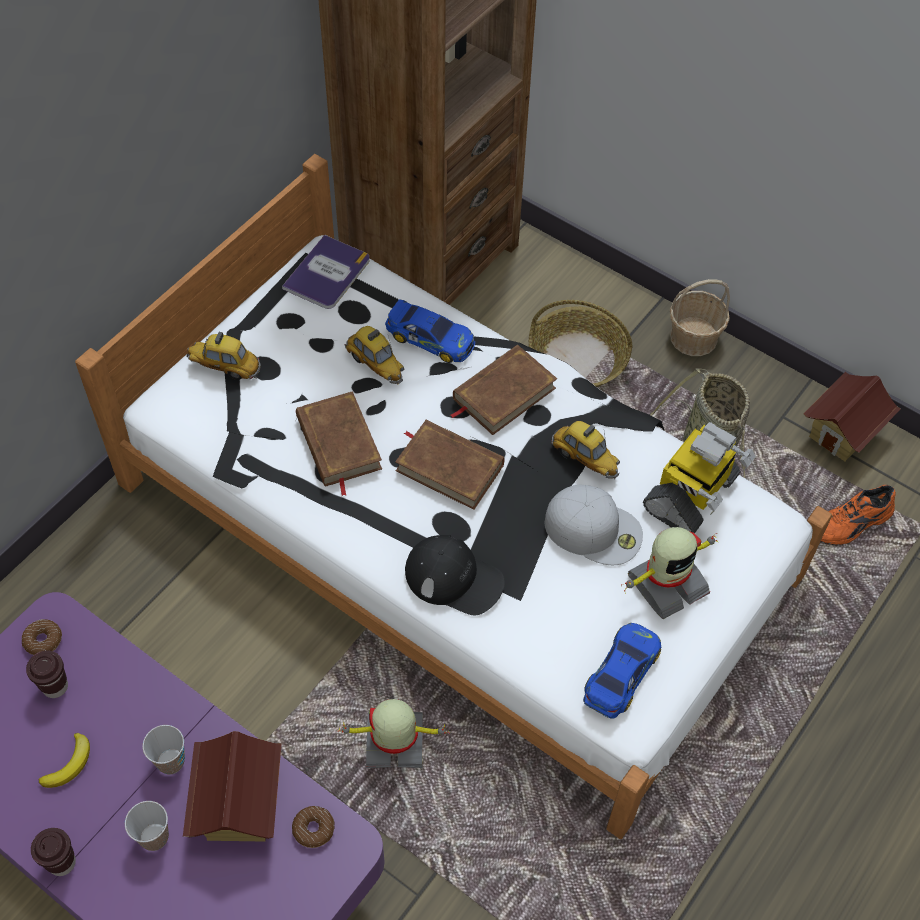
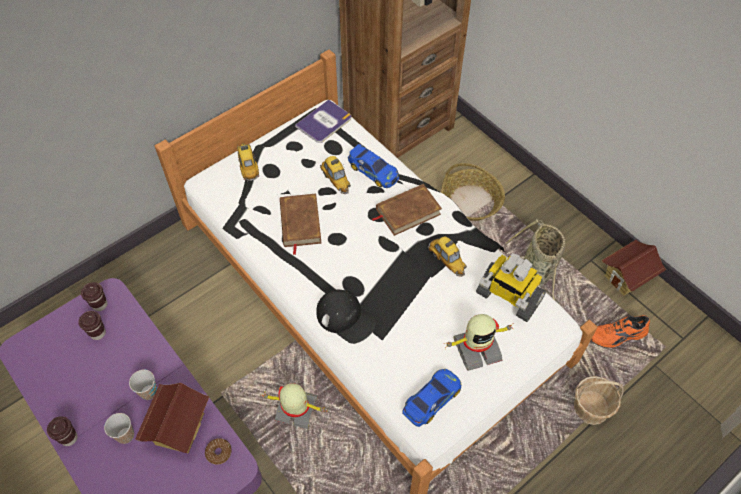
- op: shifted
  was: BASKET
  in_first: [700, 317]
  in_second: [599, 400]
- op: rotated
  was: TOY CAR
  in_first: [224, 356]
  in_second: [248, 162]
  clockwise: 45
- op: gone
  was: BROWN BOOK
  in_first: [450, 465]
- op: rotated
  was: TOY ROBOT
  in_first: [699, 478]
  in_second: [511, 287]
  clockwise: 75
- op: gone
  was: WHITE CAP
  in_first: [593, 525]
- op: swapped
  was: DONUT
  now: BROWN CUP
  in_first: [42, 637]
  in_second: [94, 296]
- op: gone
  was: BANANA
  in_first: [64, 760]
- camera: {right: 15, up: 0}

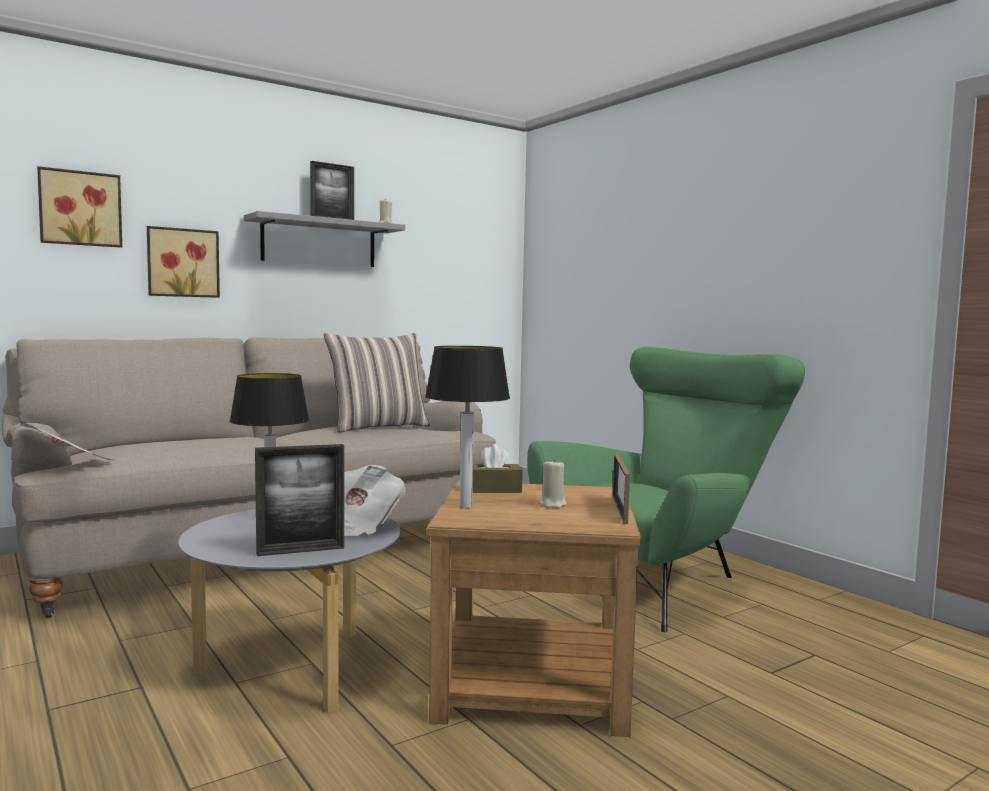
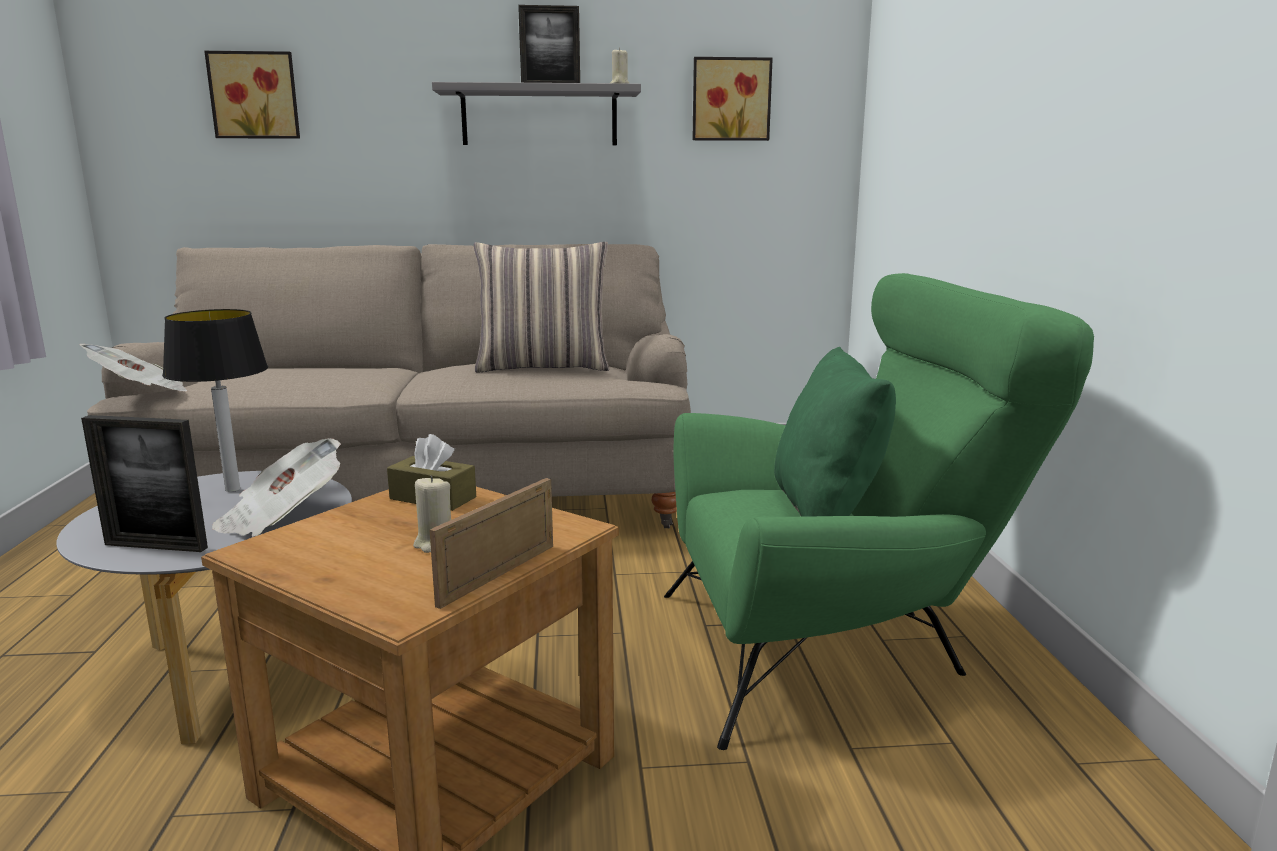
- op: shifted
  was: PICTURE
  in_first: [183, 262]
  in_second: [732, 99]
- op: gone
  was: TABLE LAMP
  in_first: [467, 427]
- op: new
  now: GREEN PILLOW
  in_second: [835, 432]
- camera: {right: 30, up: 10}

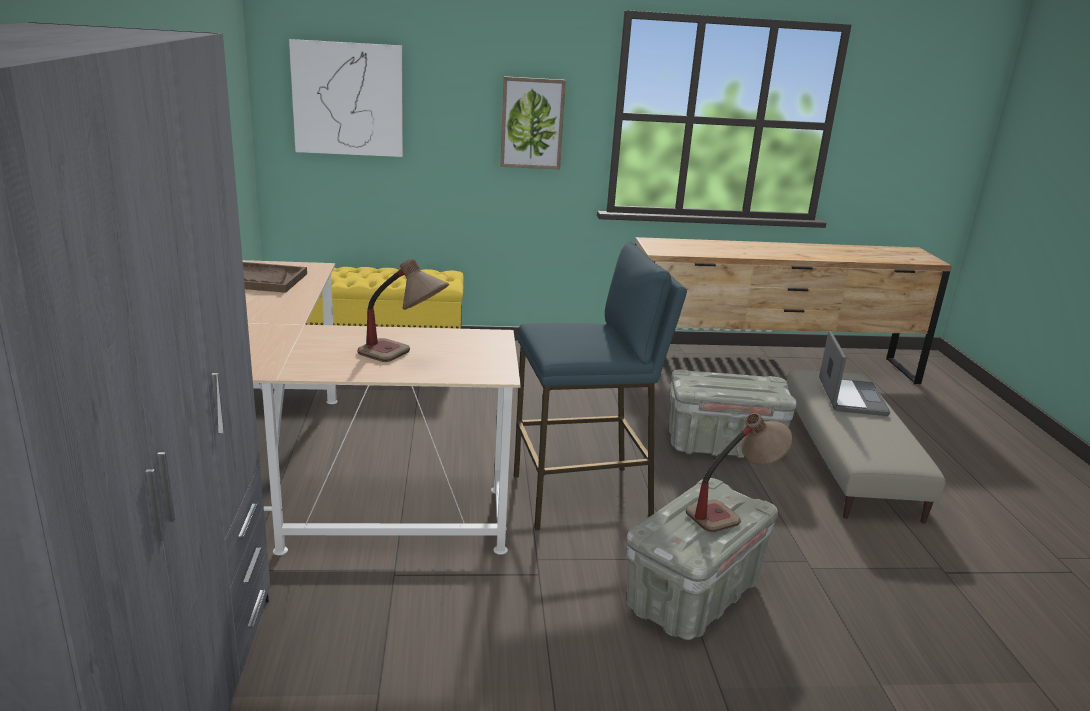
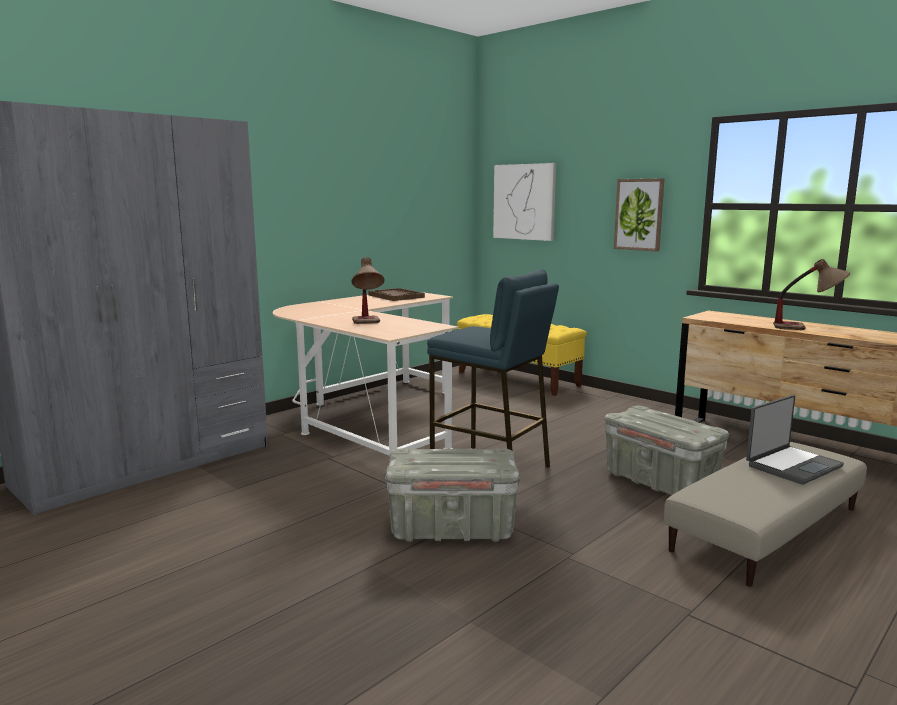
- op: shifted
  was: TABLE LAMP
  in_first: [739, 472]
  in_second: [812, 294]
- camera: {right: 50, up: -10}

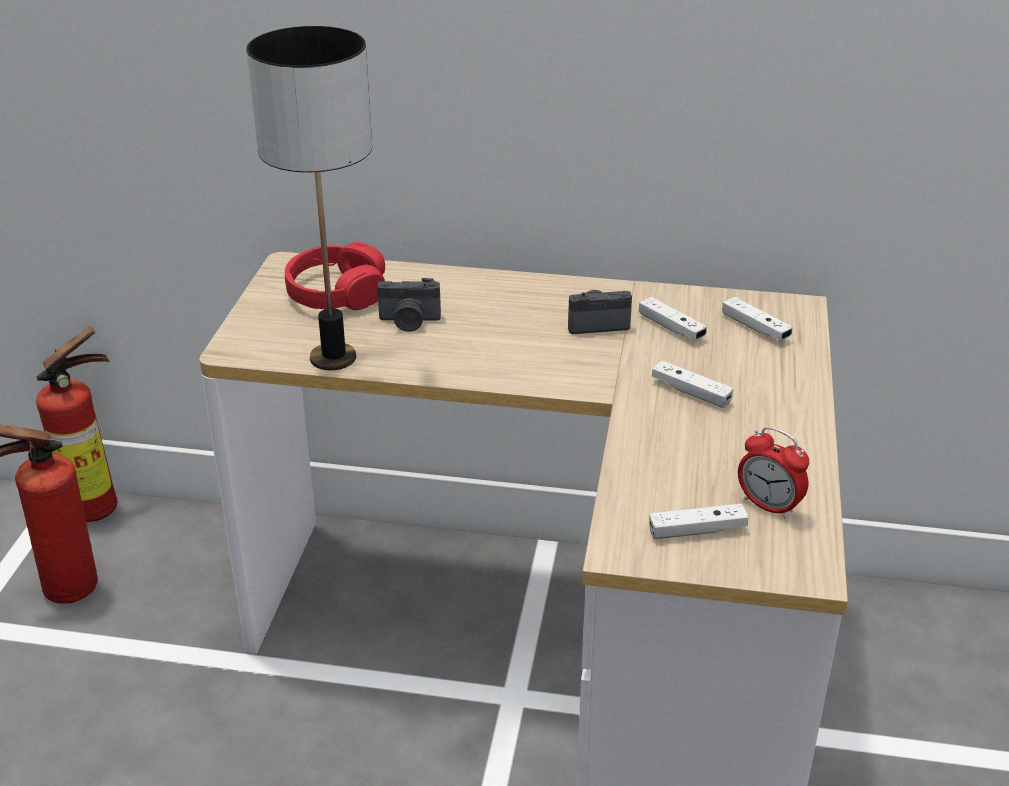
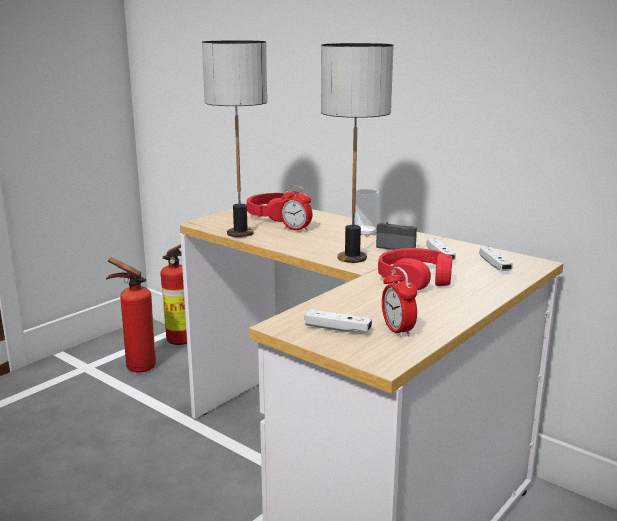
- op: swapped
  was: PHOTO CAMERA
  now: ALARM CLOCK
  in_first: [409, 305]
  in_second: [296, 208]
- op: swapped
  was: WHITE GAME CONTROLLER
  now: RED HEADPHONES
  in_first: [693, 384]
  in_second: [415, 269]
- op: new
  now: TABLE LAMP
  in_second: [357, 153]
- op: new
  now: CUP
  in_second: [366, 213]
- camera: {right: 30, up: -15}

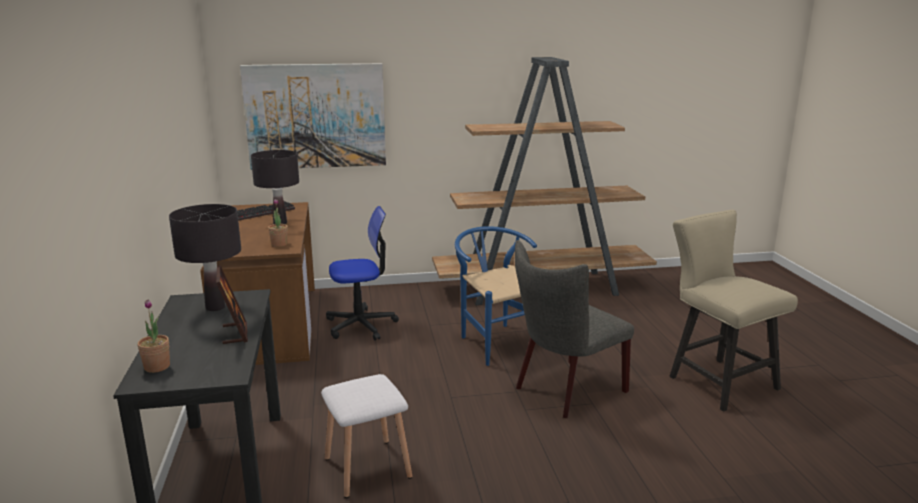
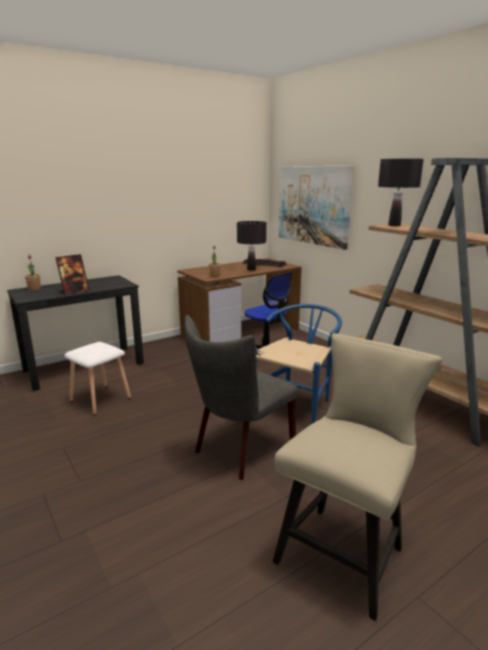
- op: shifted
  was: BLACK TABLE LAMP
  in_first: [205, 257]
  in_second: [401, 192]
- op: rotated
  was: GREY CHAIR
  in_first: [574, 329]
  in_second: [241, 397]
  clockwise: -75
- camera: {right: 65, up: 0}

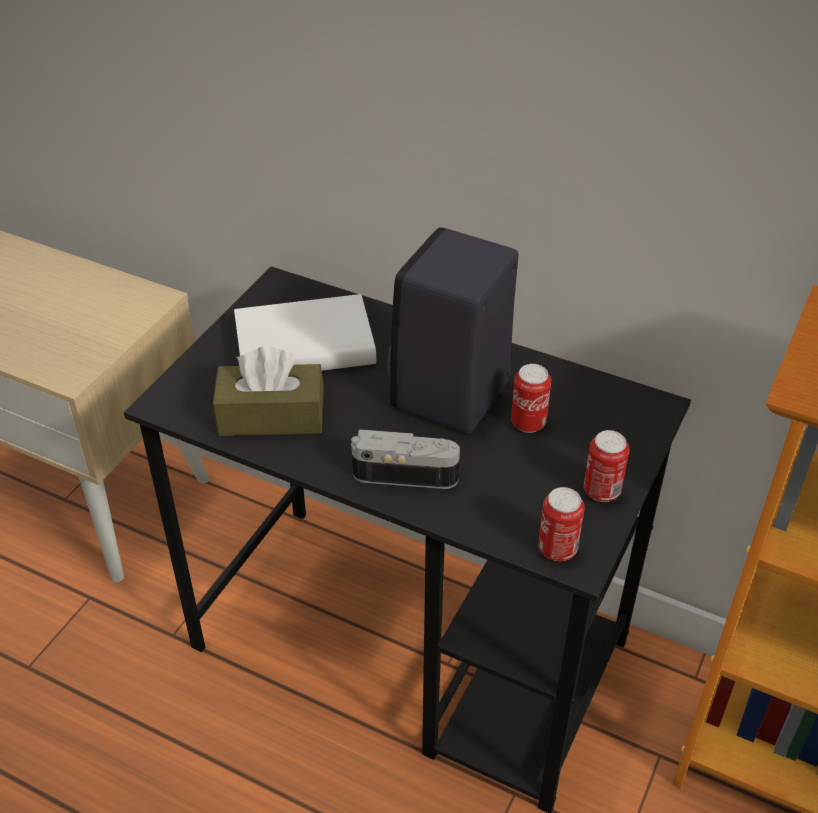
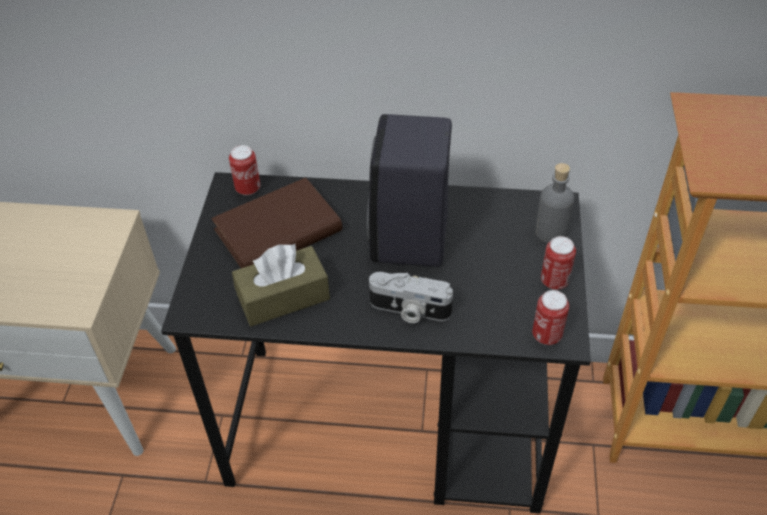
- op: repainted
  was: WHITE BOOK
  now: BROWN BOOK
  in_first: [305, 332]
  in_second: [277, 223]
- op: shifted
  was: CAN
  in_first: [531, 398]
  in_second: [245, 170]
- op: rotated
  was: PHOTO CAMERA
  in_first: [405, 459]
  in_second: [411, 297]
  clockwise: -150
- op: new
  now: GREY BOTTLE
  in_second: [554, 203]
- camera: {right: -20, up: 5}

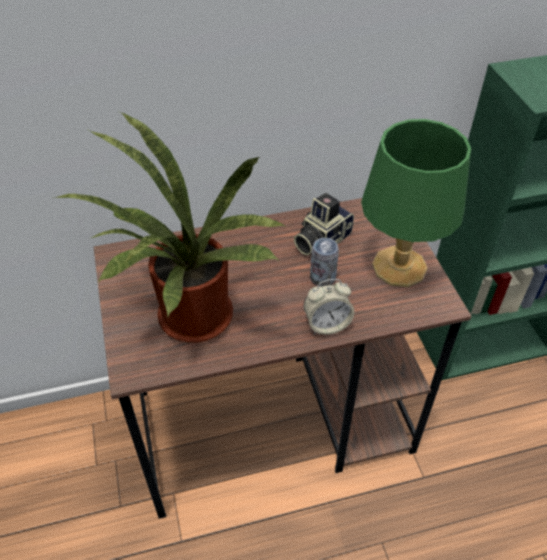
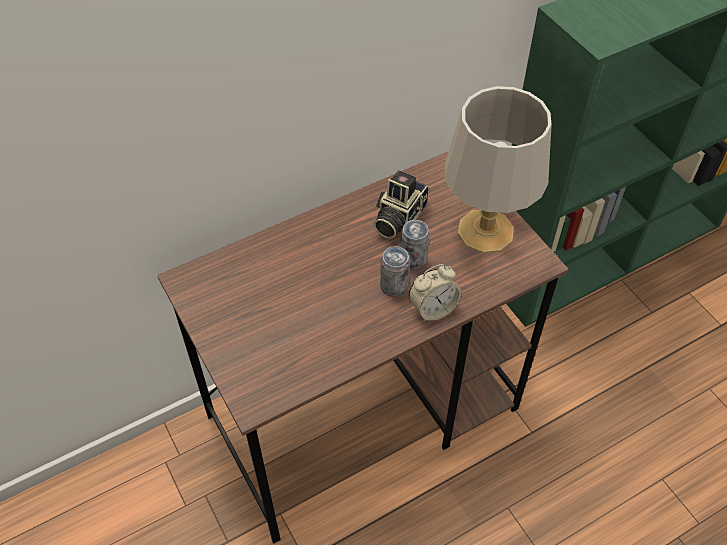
- op: gone
  was: POTTED PLANT
  in_first: [169, 227]
- op: repainted
  was: GREEN TABLE LAMP
  now: GREY TABLE LAMP
  in_first: [416, 203]
  in_second: [498, 170]
- op: new
  now: CAN
  in_second: [395, 271]
- camera: {right: -15, up: 5}

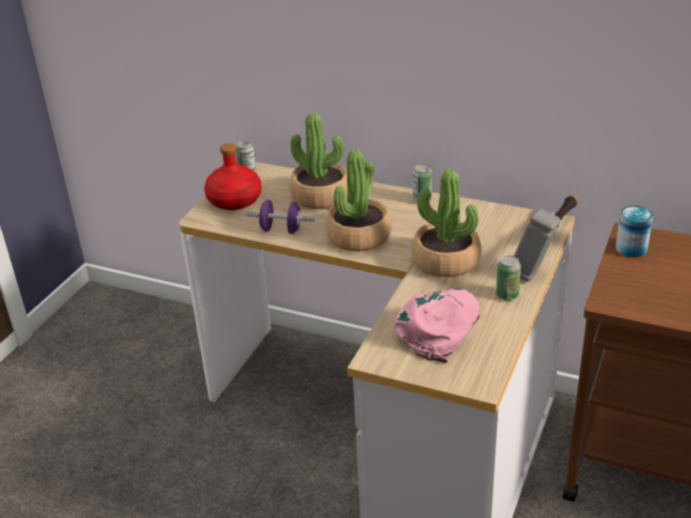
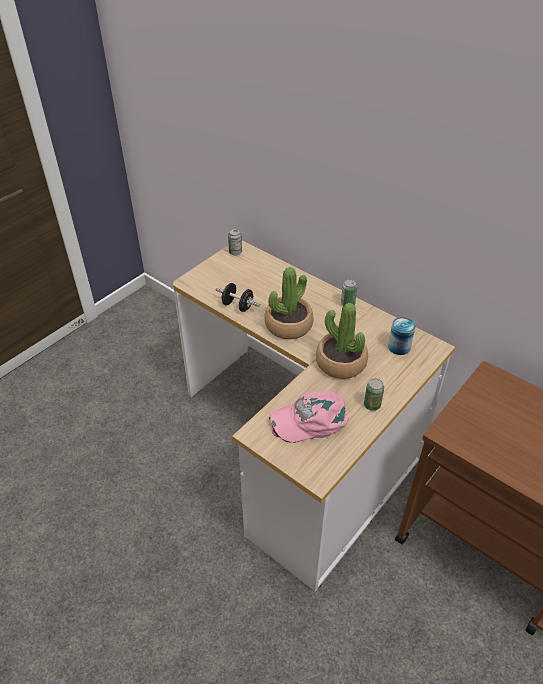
- op: gone
  was: POTTED PLANT
  in_first: [318, 160]
- op: gone
  was: RED BOTTLE
  in_first: [233, 176]
- op: gone
  was: HAMMER
  in_first: [546, 238]
- op: repainted
  was: PURPLE DUMBBELL
  now: BLACK DUMBBELL
  in_first: [280, 217]
  in_second: [238, 297]
- op: shifted
  was: CAN
  in_first: [634, 232]
  in_second: [402, 336]
- op: rotated
  was: PINK CAP
  in_first: [437, 326]
  in_second: [309, 416]
  clockwise: -150
- camera: {right: 15, up: 10}

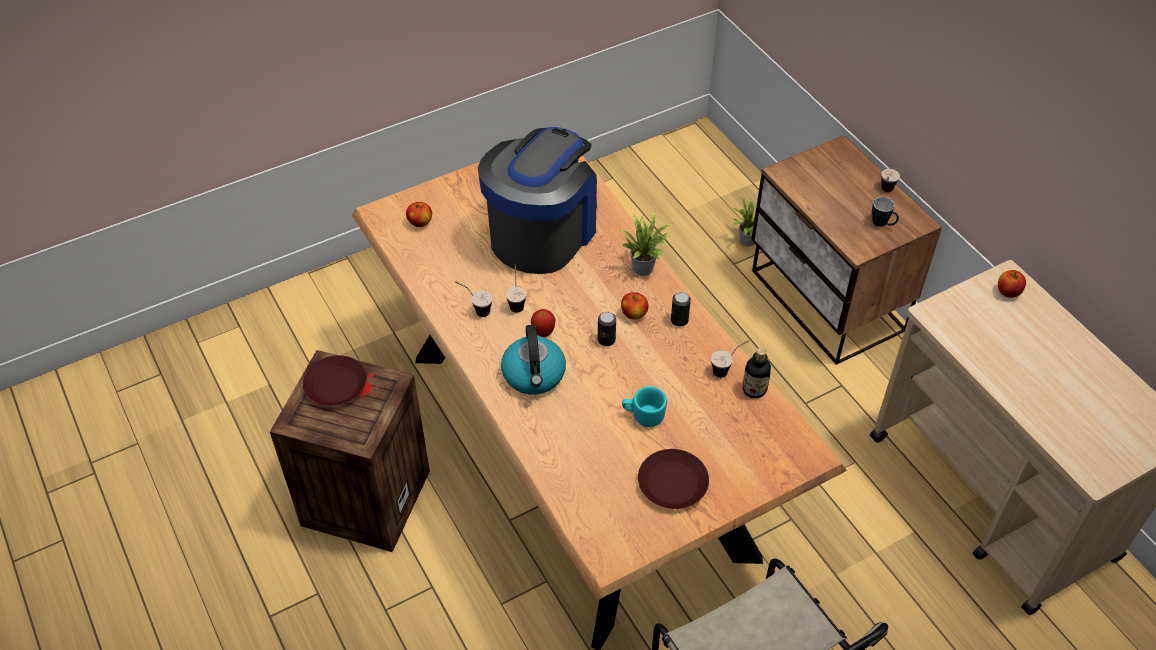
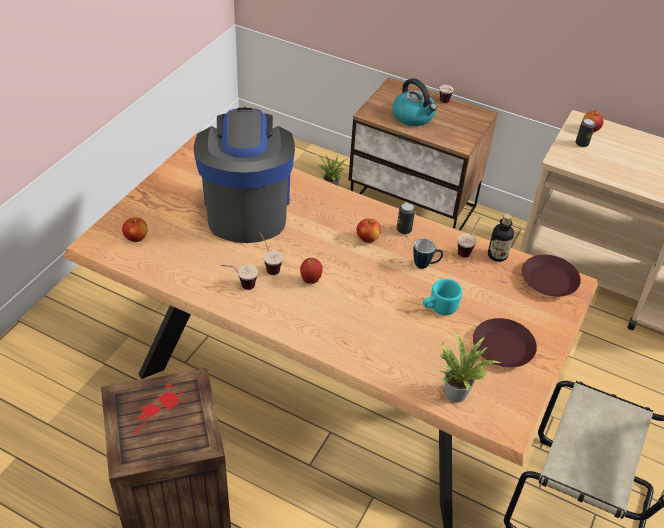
- op: shifted
  was: MUG
  in_first: [885, 212]
  in_second: [428, 253]
- op: shifted
  was: POTTED PLANT
  in_first: [647, 243]
  in_second: [470, 367]
- op: shifted
  was: CAN
  in_first: [607, 329]
  in_second: [585, 133]
- op: shifted
  was: KETTLE
  in_first: [533, 360]
  in_second: [415, 102]
- op: shifted
  was: BROWN PLATE
  in_first: [335, 380]
  in_second: [551, 276]
- camera: {right: -35, up: -5}

